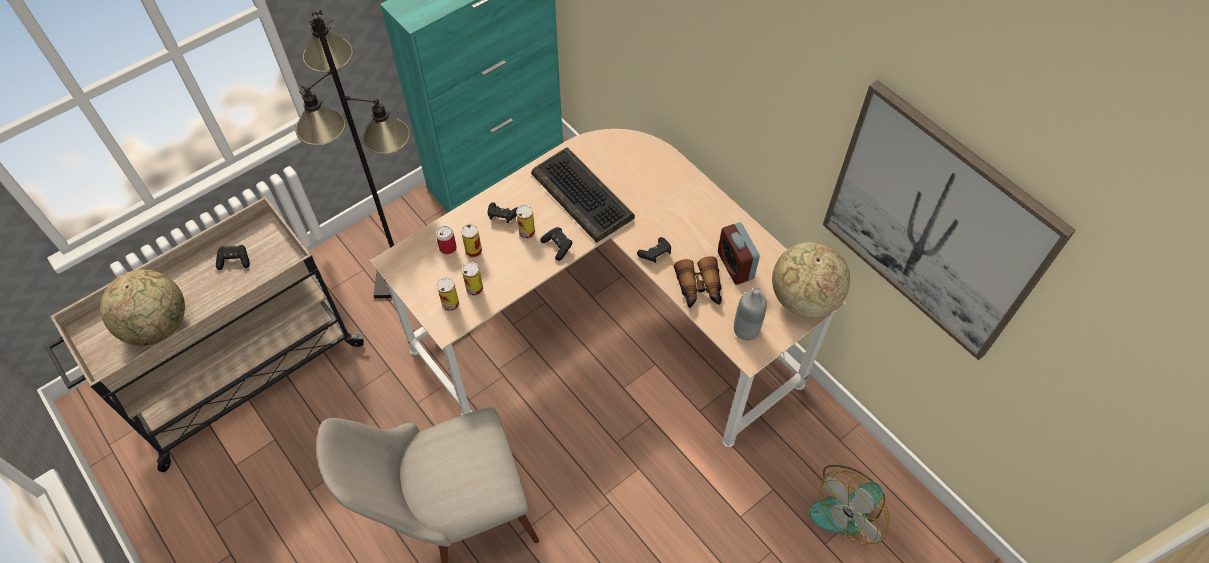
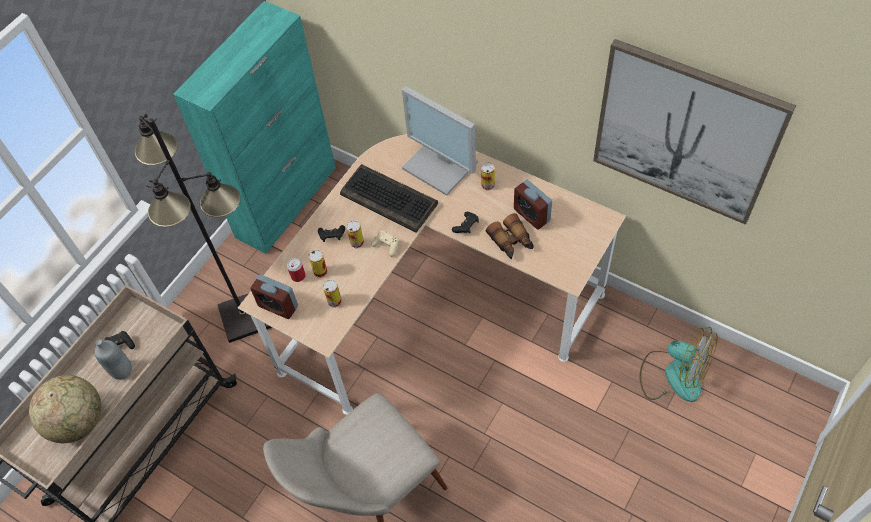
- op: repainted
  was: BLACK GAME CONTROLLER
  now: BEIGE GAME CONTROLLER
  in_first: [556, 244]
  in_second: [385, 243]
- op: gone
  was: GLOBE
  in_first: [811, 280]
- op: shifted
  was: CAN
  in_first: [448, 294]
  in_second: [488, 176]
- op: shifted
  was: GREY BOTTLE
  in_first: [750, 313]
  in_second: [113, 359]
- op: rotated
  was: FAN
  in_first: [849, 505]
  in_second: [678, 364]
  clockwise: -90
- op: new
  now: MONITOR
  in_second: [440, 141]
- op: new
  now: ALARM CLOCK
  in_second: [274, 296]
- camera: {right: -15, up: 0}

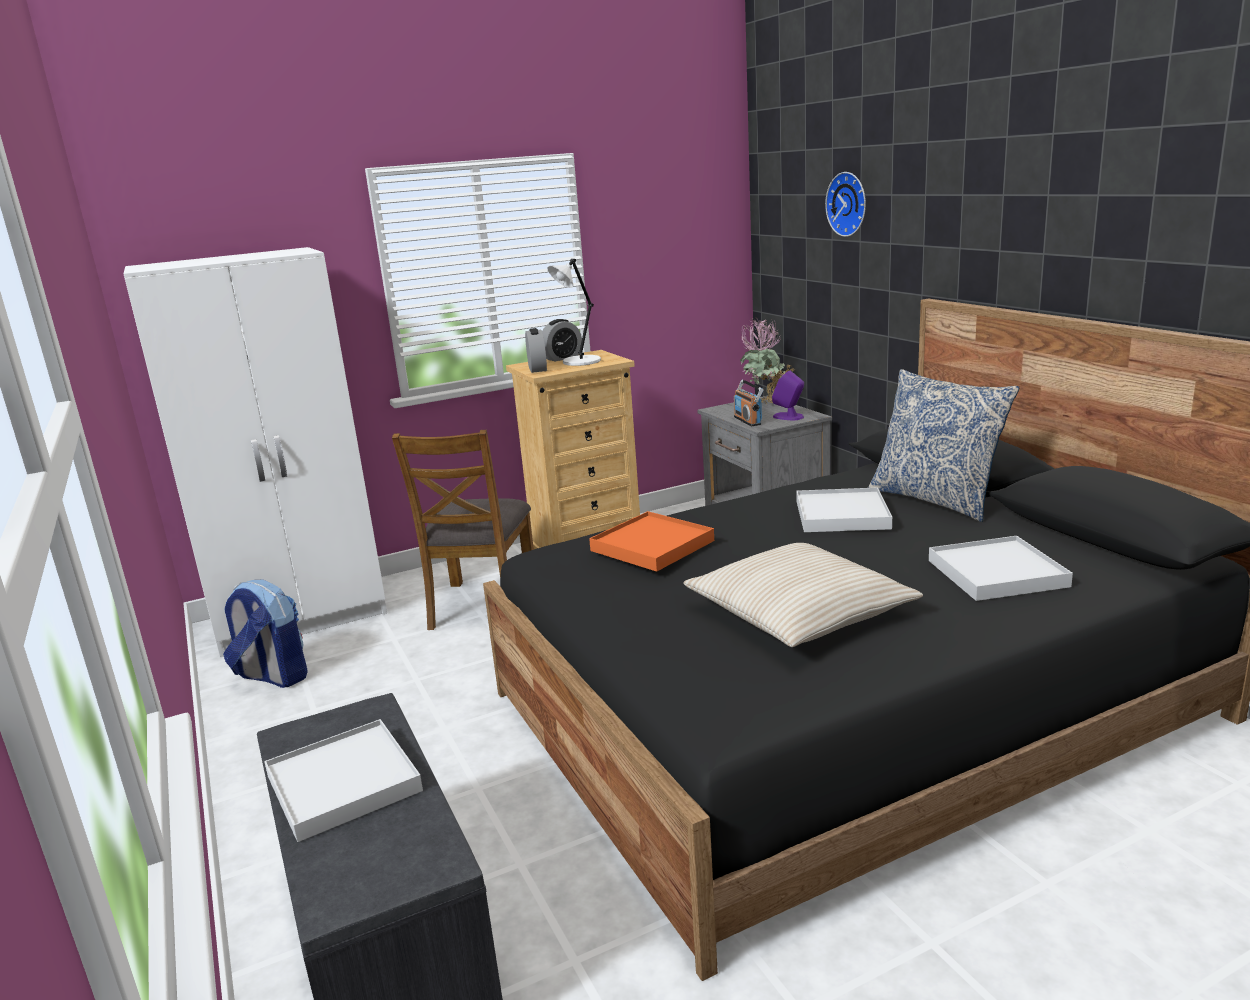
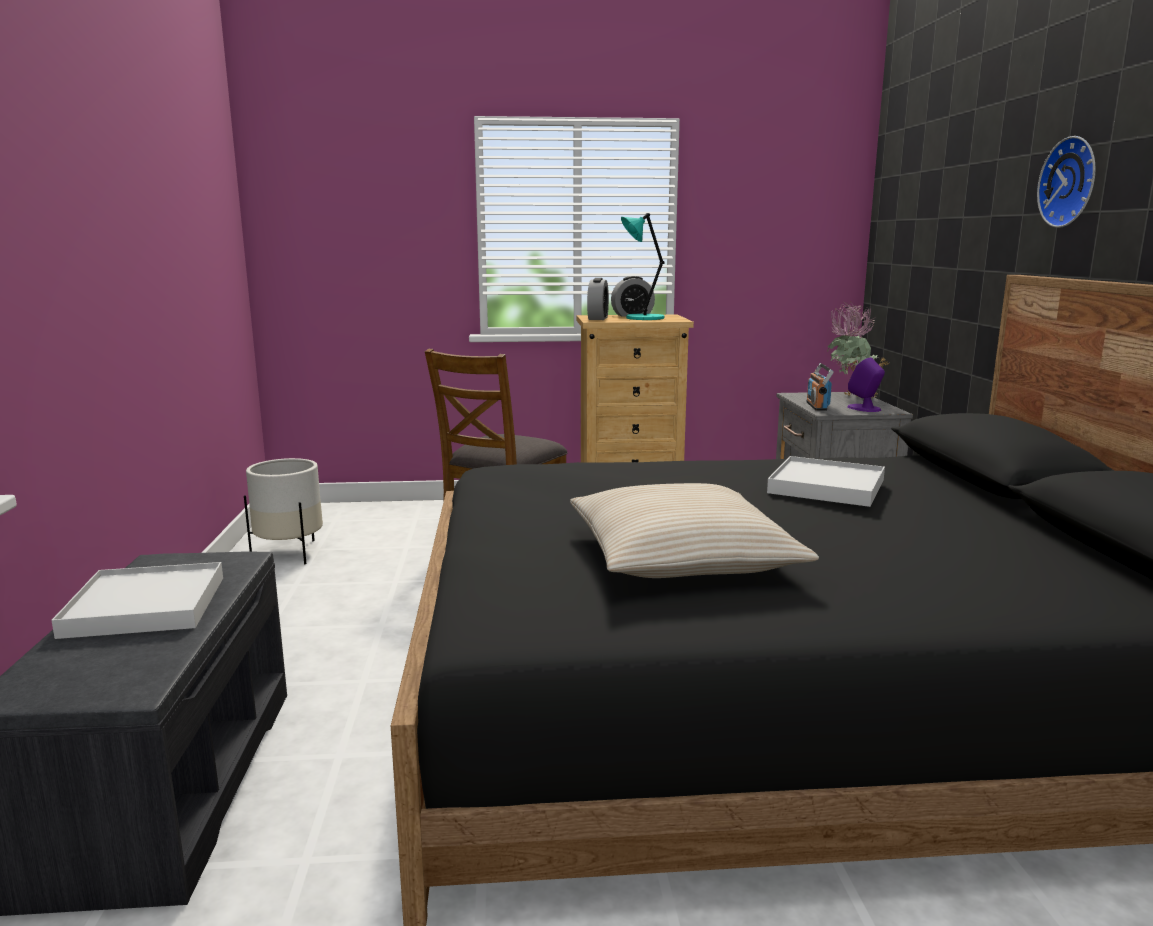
- op: shifted
  was: WALL CLOCK
  in_first: [845, 204]
  in_second: [1066, 182]
- op: gone
  was: WHITE WARDROBE
  in_first: [255, 452]
- op: repainted
  was: WHITE TABLE LAMP
  now: TURQUOISE TABLE LAMP
  in_first: [574, 312]
  in_second: [643, 266]
- op: gone
  was: PILLOW
  in_first: [943, 445]
- op: gone
  was: ORANGE TRAY
  in_first: [651, 541]
- op: gone
  was: WHITE TRAY
  in_first: [1001, 568]
- op: swapped
  was: BACKPACK
  now: WHITE PLANTER
  in_first: [265, 633]
  in_second: [283, 511]
- camera: {right: 20, up: -5}

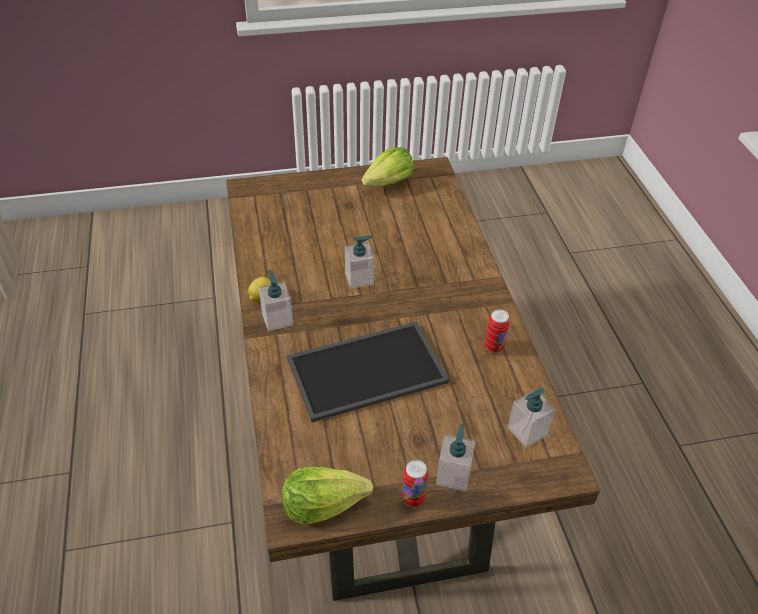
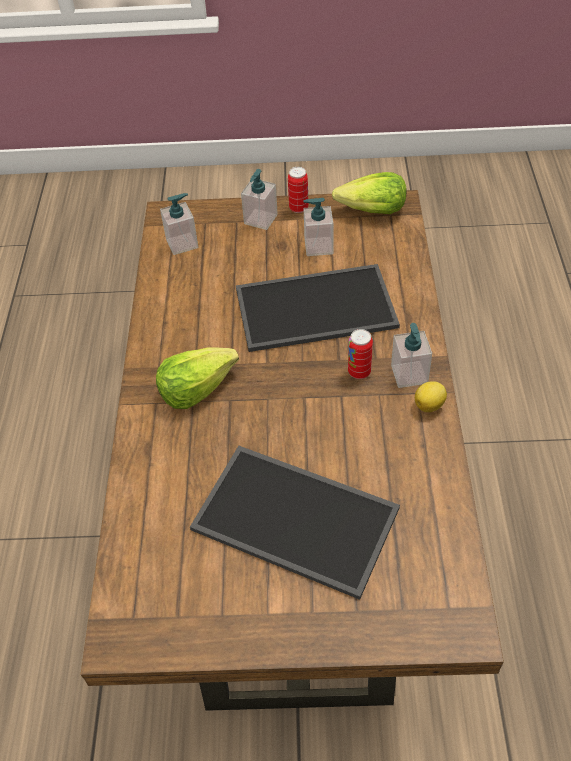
- op: shifted
  was: LETTUCE
  in_first: [387, 166]
  in_second: [197, 378]
- op: shifted
  was: SOAP DISPENSER
  in_first: [360, 262]
  in_second: [318, 227]
- op: shifted
  was: CAN
  in_first: [497, 331]
  in_second: [360, 354]
- op: new
  now: TRAY
  in_second: [295, 523]
- camera: {right: -165, up: 5}

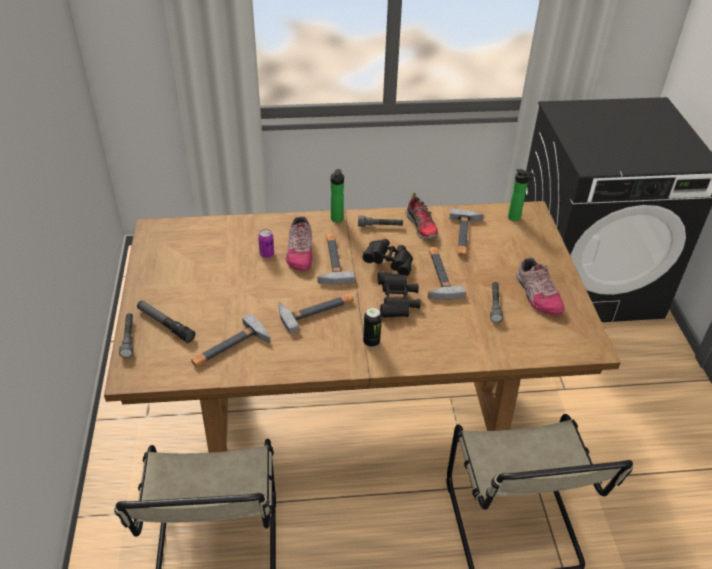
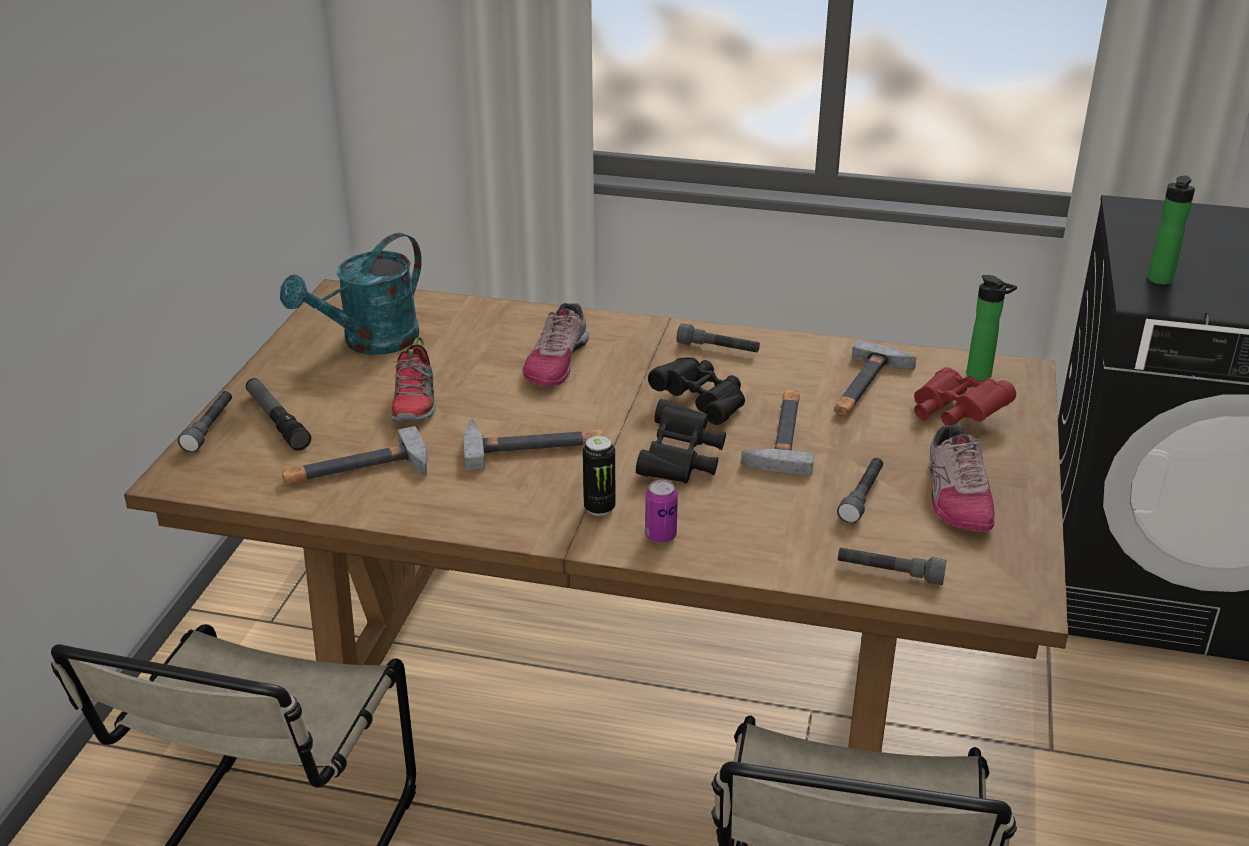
- op: shifted
  was: BOTTLE
  in_first: [337, 196]
  in_second: [1171, 230]
- op: shifted
  was: SHOE
  in_first: [422, 216]
  in_second: [413, 379]
- op: shifted
  was: CAN
  in_first: [266, 243]
  in_second: [661, 511]
- op: gone
  was: HAMMER
  in_first: [336, 259]
- op: new
  now: TURQUOISE WATERING CAN
  in_second: [351, 294]
- op: new
  now: RED BINOCULARS
  in_second: [965, 396]
- op: new
  now: GREY FLASHLIGHT
  in_second: [892, 566]
- camera: {right: 20, up: -10}

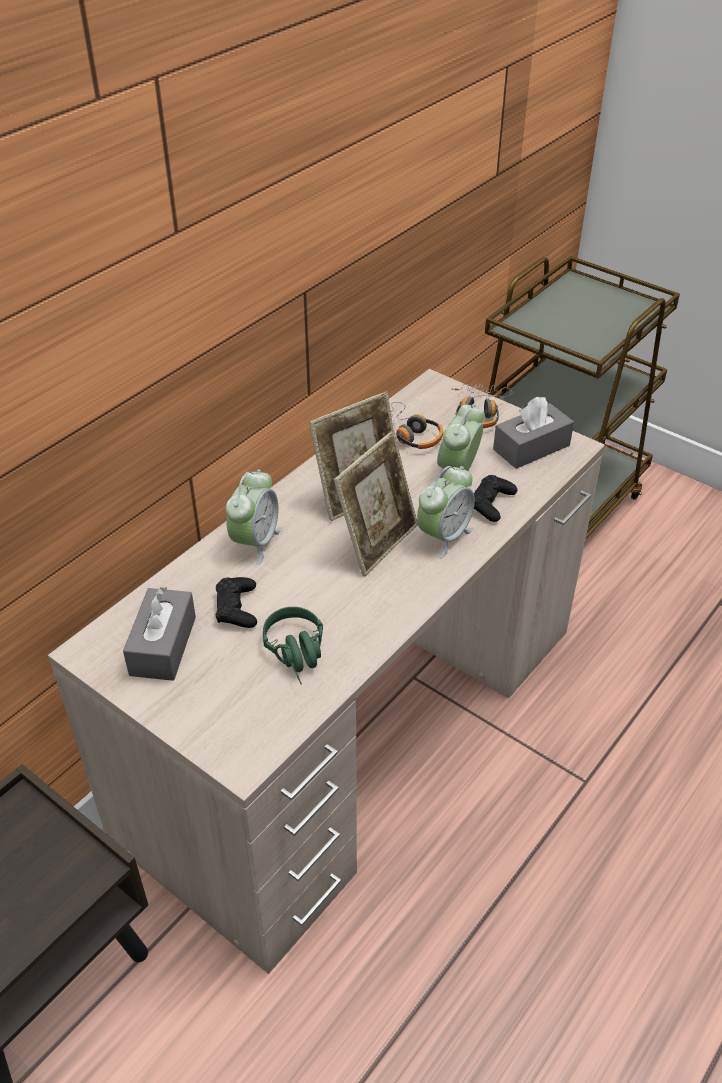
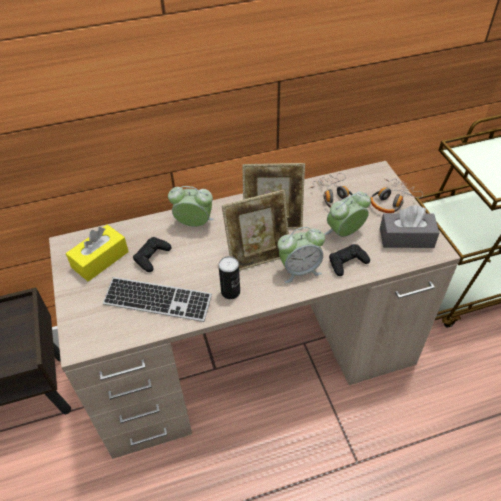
- op: rotated
  was: ALARM CLOCK
  in_first: [253, 517]
  in_second: [191, 206]
  clockwise: -135
- op: repainted
  was: GREY TISSUE BOX
  now: YELLOW TISSUE BOX
  in_first: [159, 634]
  in_second: [97, 253]
- op: swapped
  was: GREEN HEADPHONES
  now: KEYBOARD
  in_first: [293, 645]
  in_second: [157, 299]
- op: new
  now: CAN
  in_second: [229, 277]
- camera: {right: 35, up: 5}

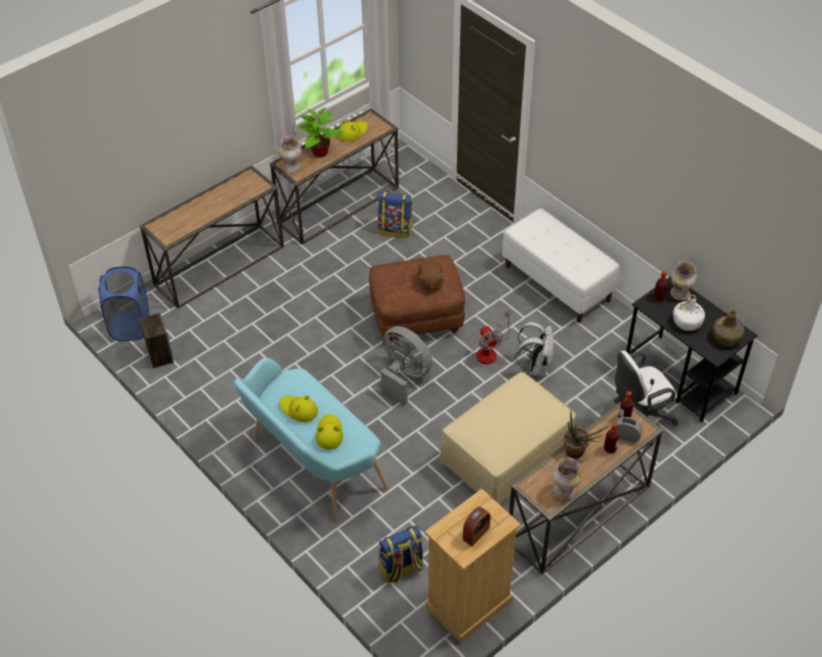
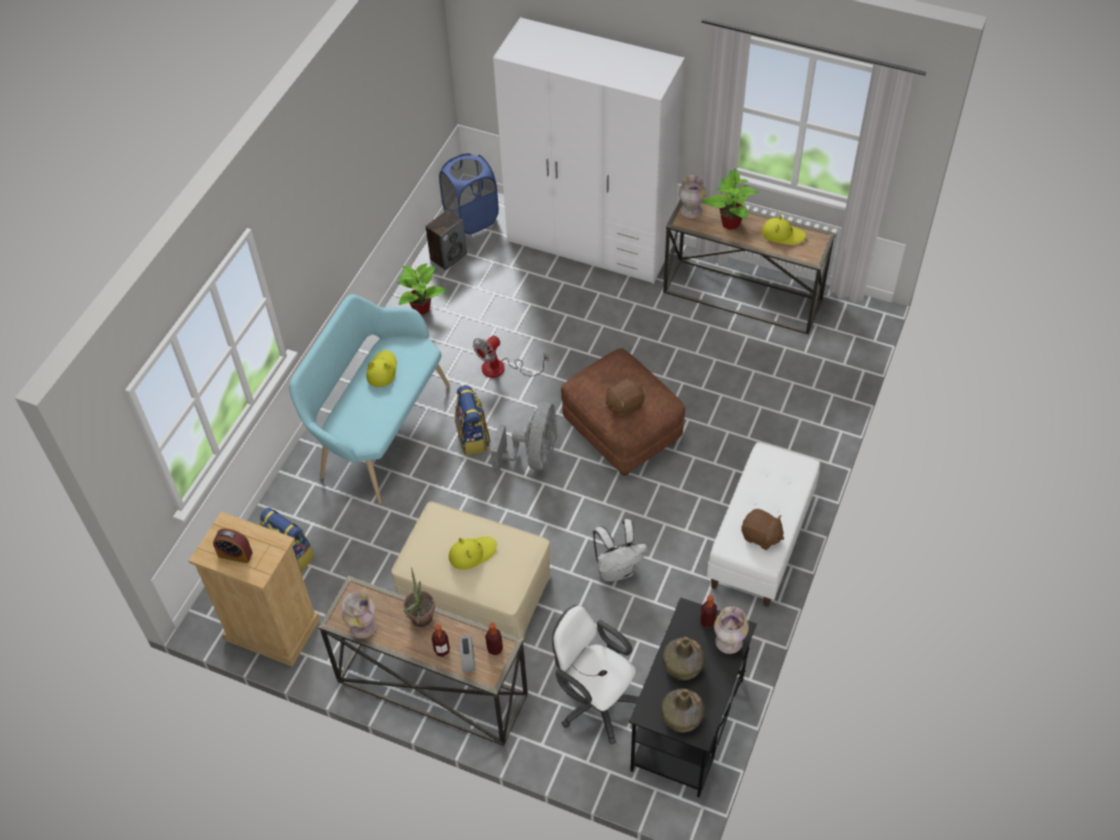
- op: swapped
  was: CONSOLE TABLE
  now: WHITE WARDROBE
  in_first: [211, 237]
  in_second: [589, 150]
- op: shifted
  was: BACKPACK
  in_first: [395, 214]
  in_second: [472, 420]
- op: repainted
  was: WHITE BOTTLE
  now: GREEN BOTTLE
  in_first: [689, 313]
  in_second: [684, 658]
- op: shifted
  was: FAN
  in_first: [493, 337]
  in_second: [511, 357]
- op: shifted
  was: YELLOW HAT
  in_first: [329, 431]
  in_second: [473, 553]
- op: new
  now: POTTED PLANT
  in_second: [422, 289]
- op: new
  now: BROWN PLUSH TOY
  in_second: [762, 529]
- camera: {right: 65, up: 5}

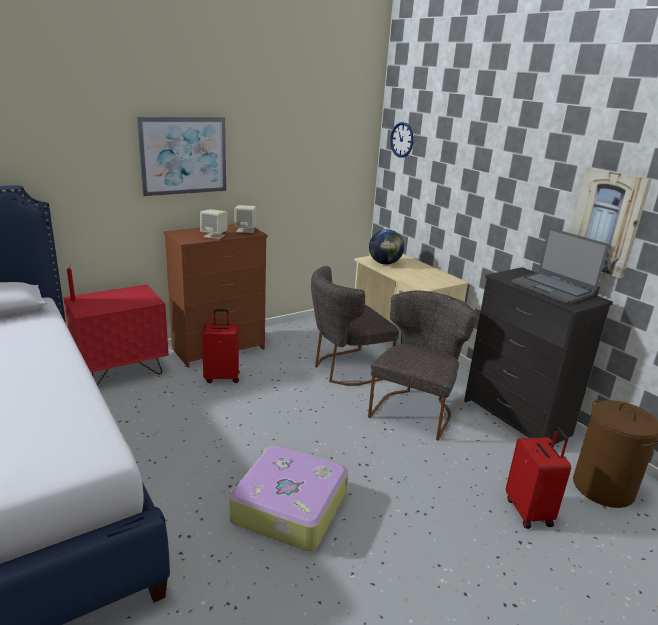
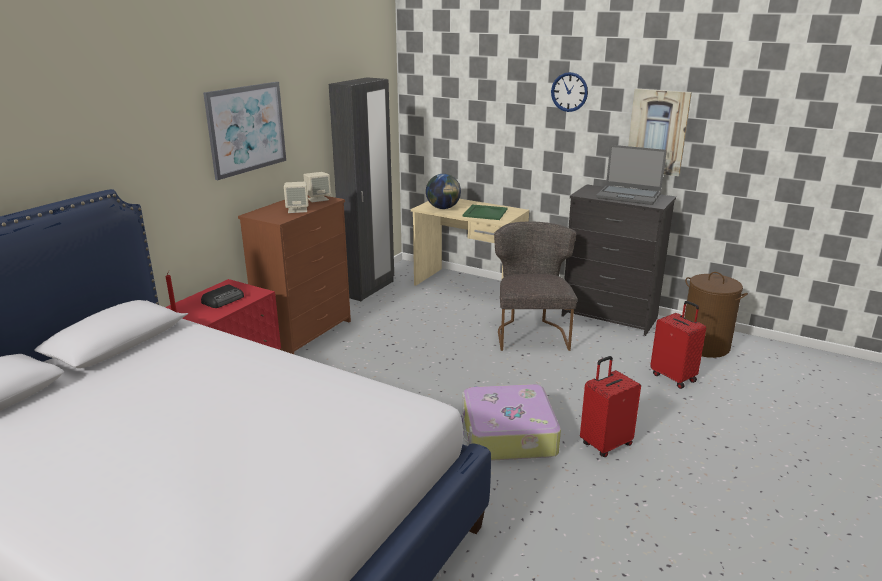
- op: shifted
  was: WALL CLOCK
  in_first: [402, 140]
  in_second: [569, 92]
- op: gone
  was: GREY CHAIR
  in_first: [355, 326]
- op: shifted
  was: RED SUITCASE
  in_first: [221, 346]
  in_second: [610, 406]
- op: new
  now: BLACK WARDROBE
  in_second: [361, 189]
- op: new
  now: GREEN TRAY
  in_second: [485, 212]
- op: new
  now: RADIO
  in_second: [222, 296]
- camera: {right: -25, up: 0}

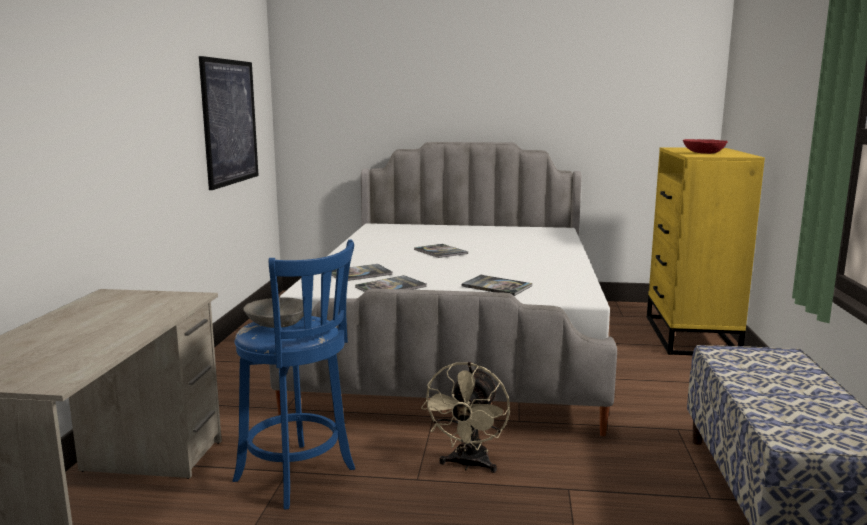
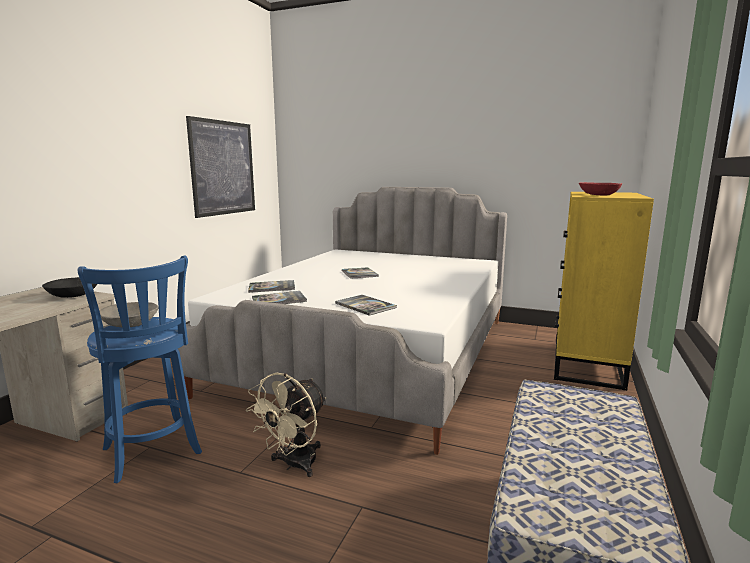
- op: new
  now: BLACK BOWL
  in_second: [69, 287]
- camera: {right: 15, up: 0}

